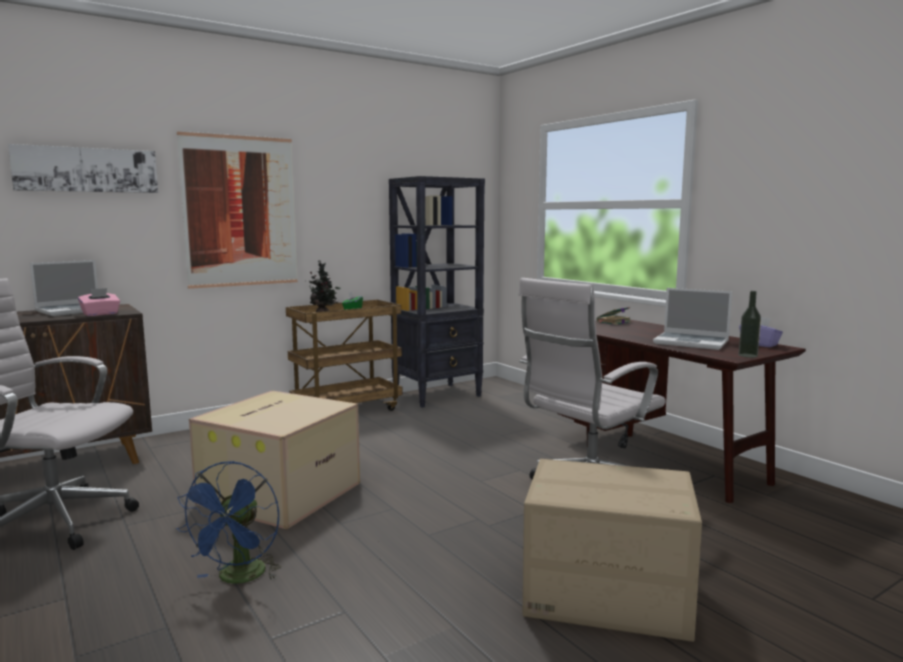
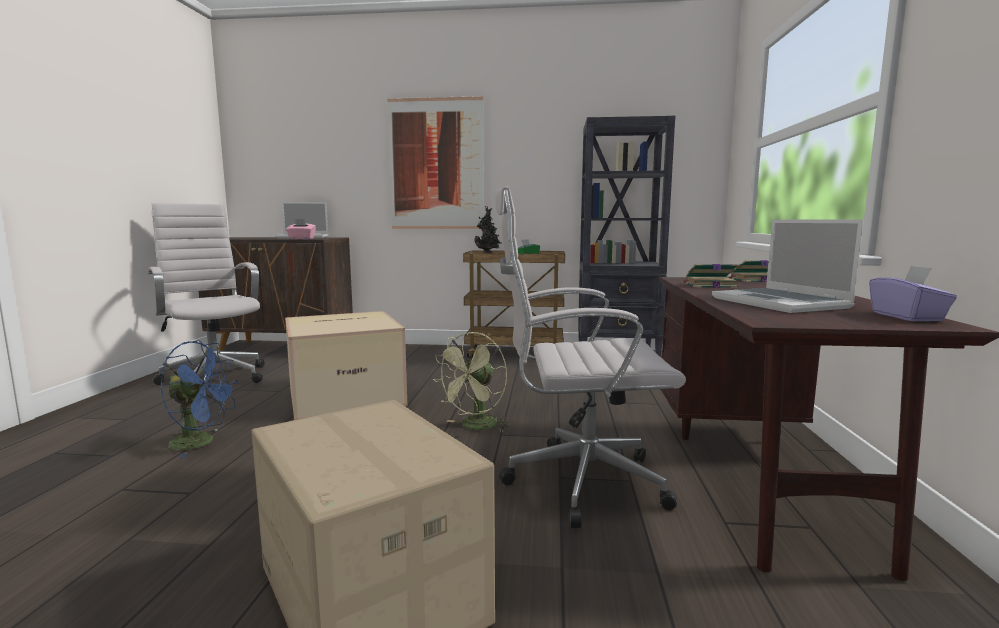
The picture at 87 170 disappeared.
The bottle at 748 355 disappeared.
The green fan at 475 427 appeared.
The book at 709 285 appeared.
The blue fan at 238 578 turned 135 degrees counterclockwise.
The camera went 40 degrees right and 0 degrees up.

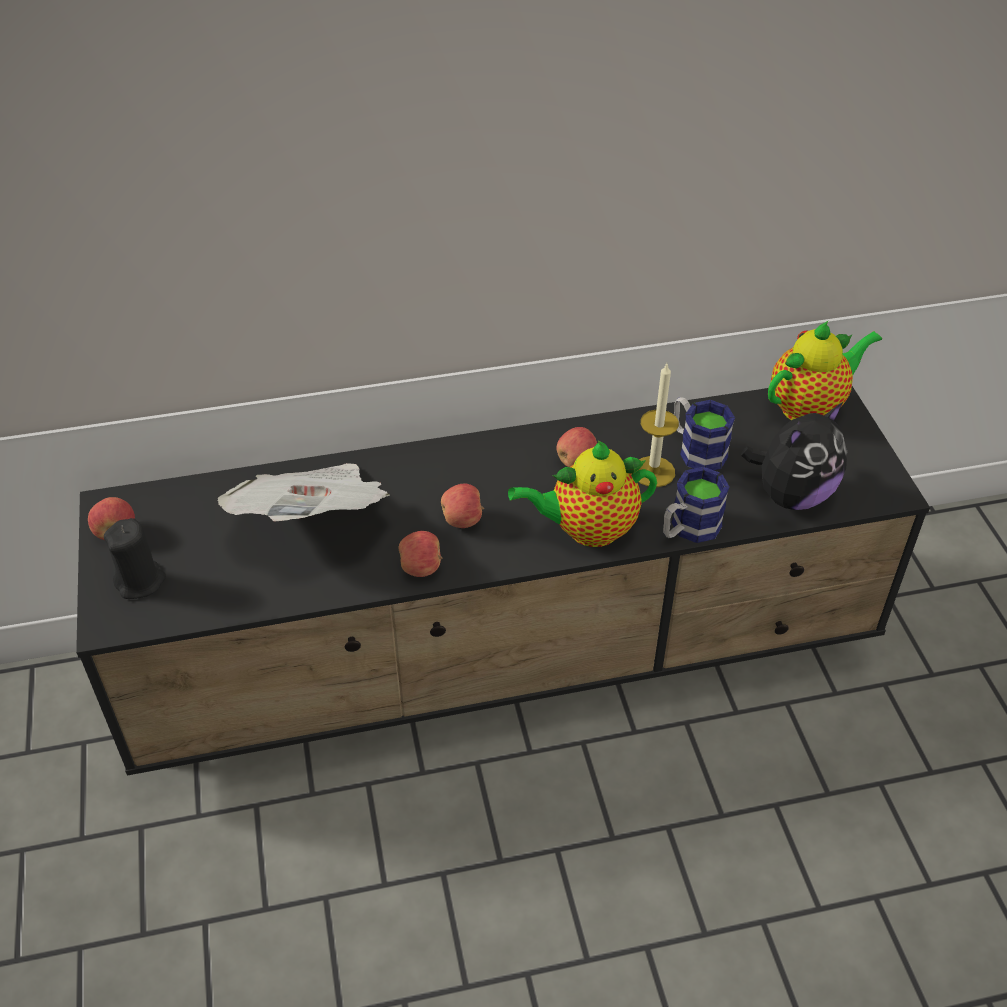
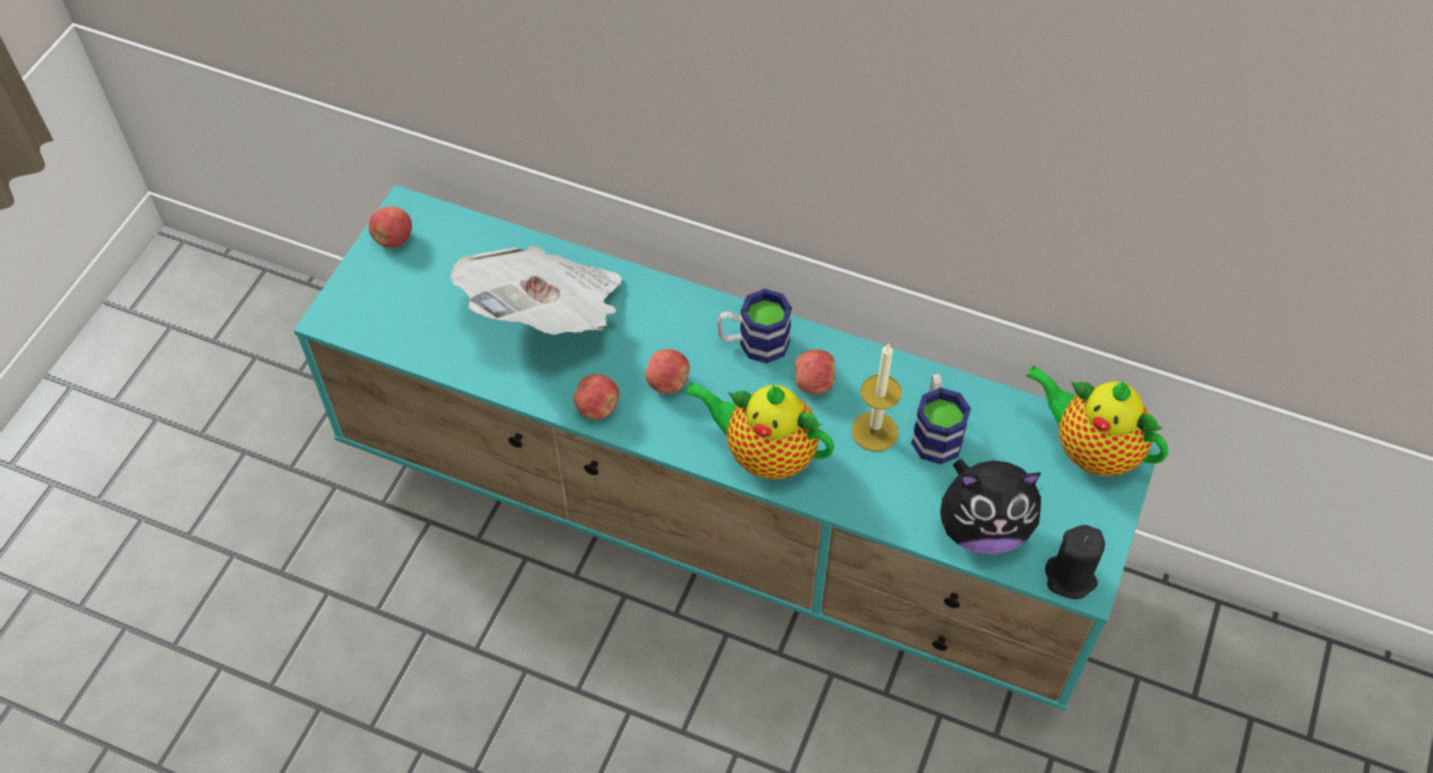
The black candle moved from 140 581 to 1070 577.
The mug moved from 688 529 to 753 343.
The black tv stand at 507 662 became the turquoise tv stand at 720 522.
The teapot at 809 407 turned 150 degrees counterclockwise.
The camera went 35 degrees right and 10 degrees up.

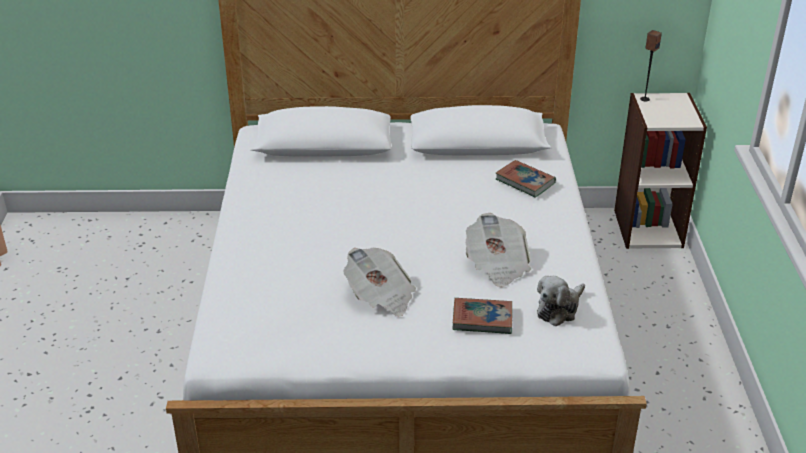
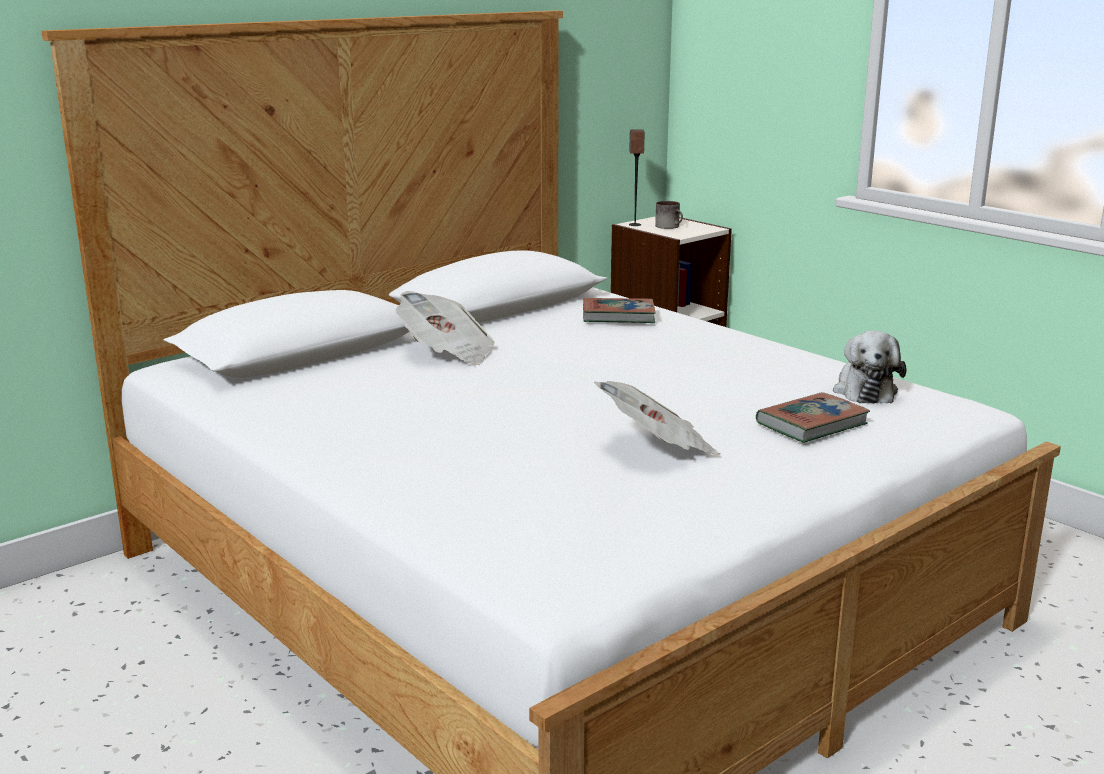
The mug at 670 226 appeared.
The newspaper moved from 497 265 to 447 353.
The camera went 40 degrees left and 15 degrees down.

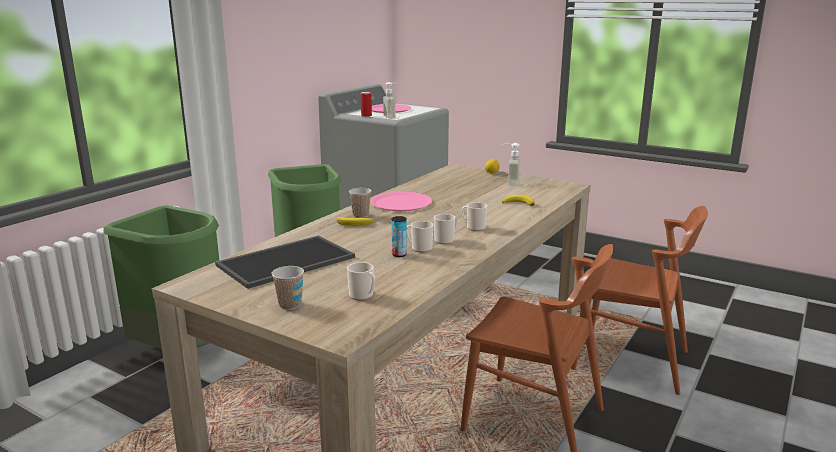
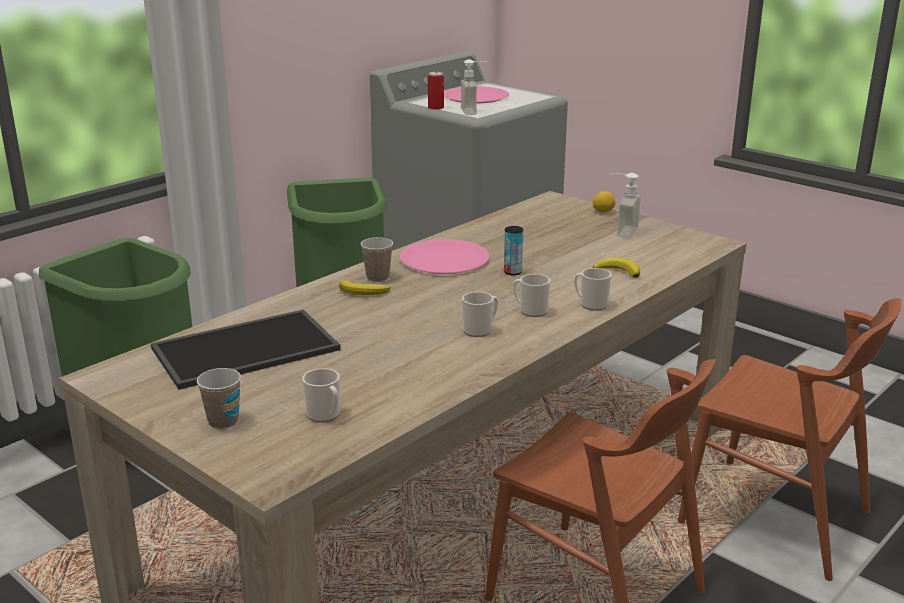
The can moved from 399 254 to 512 272.
The mug moved from 419 248 to 591 304.
The camera went 10 degrees right and 5 degrees up.

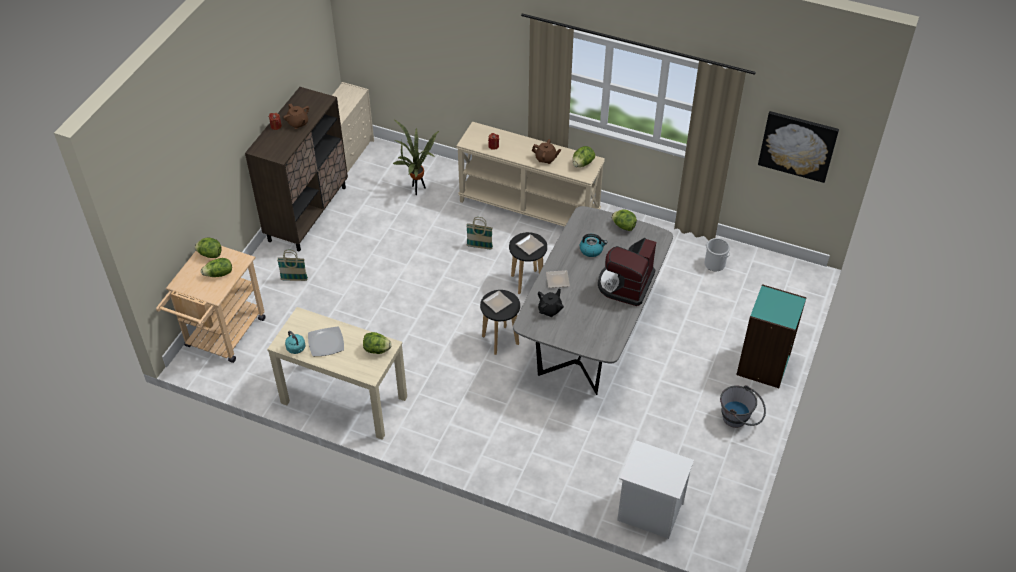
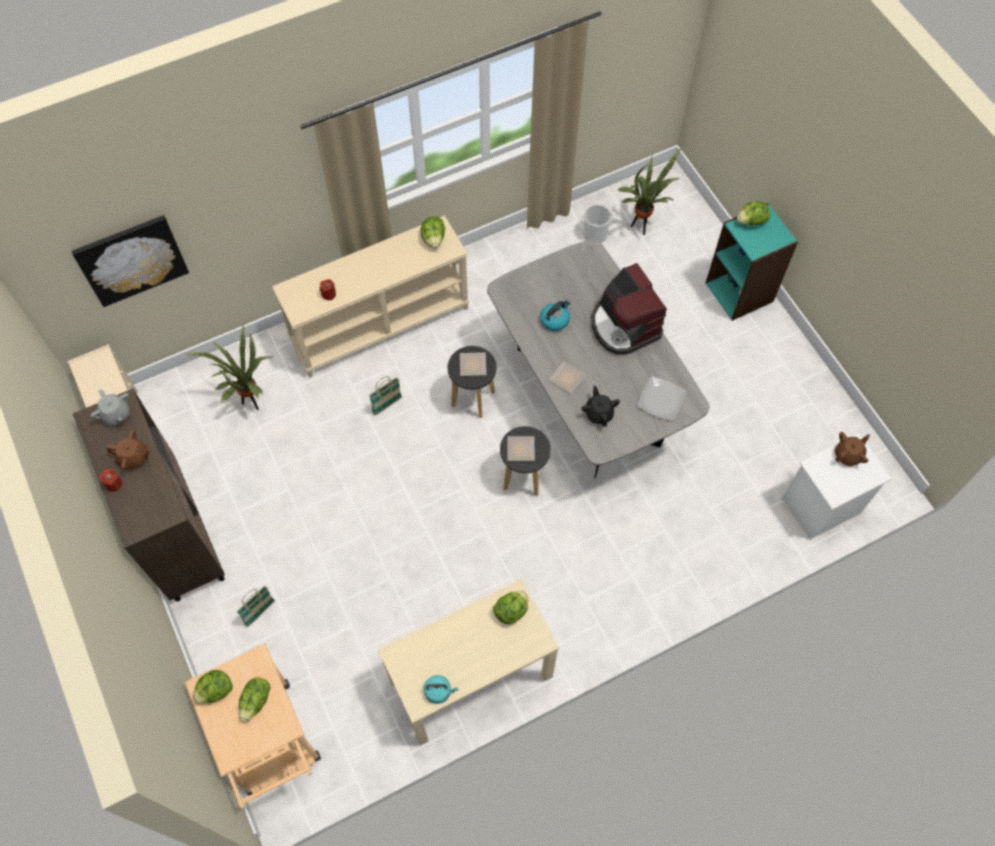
The grey bucket at 739 420 disappeared.
The grey teapot at 116 415 appeared.
The potted plant at 641 227 appeared.
The plate moved from 326 342 to 661 399.
The brown teapot moved from 546 159 to 848 455.
The lettuce moved from 623 226 to 751 221.
The picture moved from 798 145 to 131 259.
The camera went 50 degrees left and 15 degrees up.

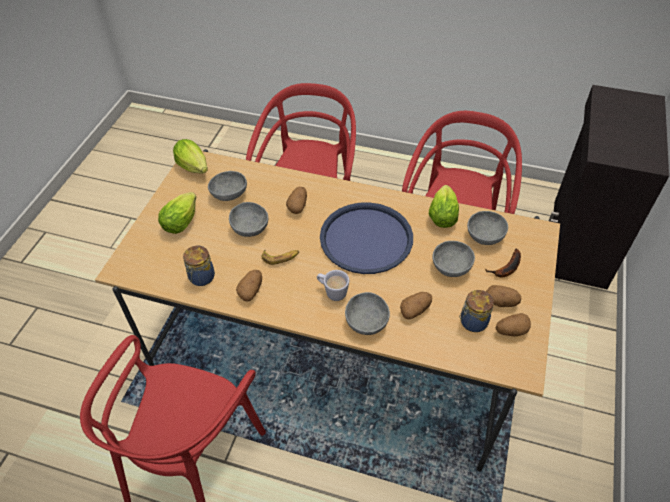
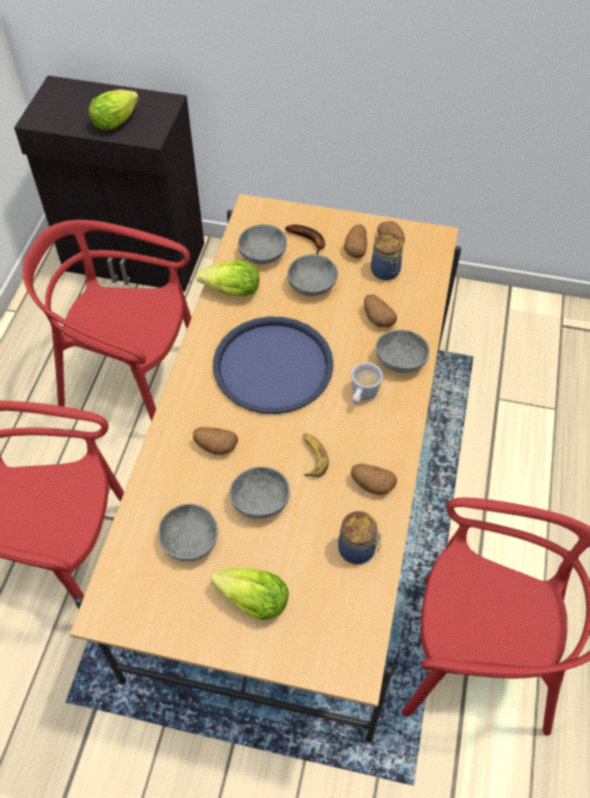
The lettuce moved from 195 168 to 117 120.
The camera went 95 degrees left and 5 degrees up.

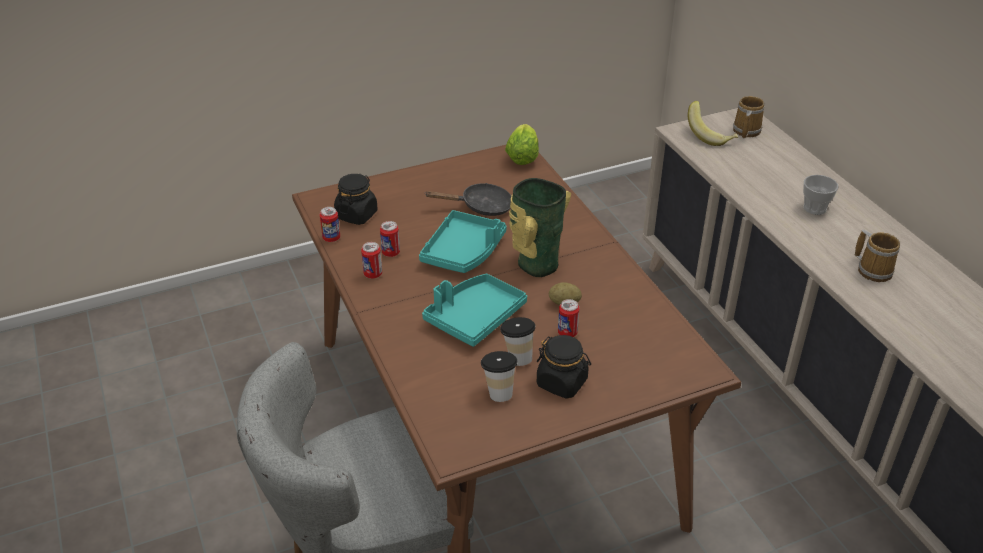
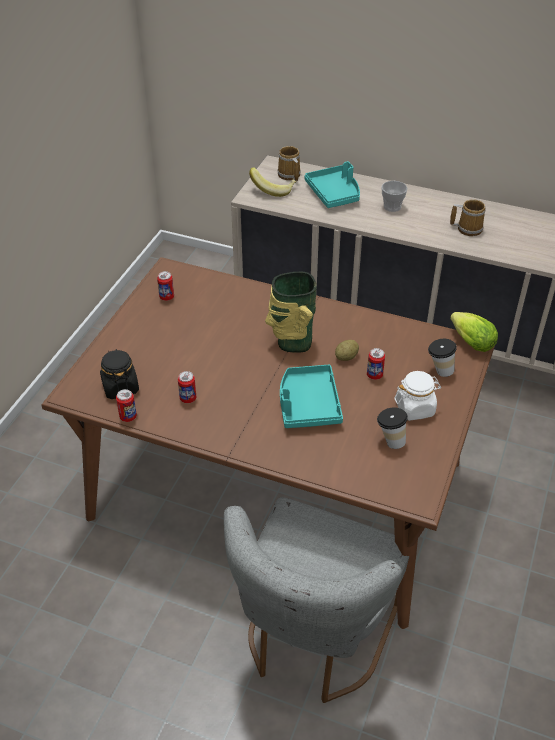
The black frying pan at 481 207 disappeared.
The can moved from 373 274 to 166 297.
The turquoise tray moved from 464 252 to 334 194.
The cup moved from 517 357 to 439 371.
The lettuce moved from 523 156 to 469 341.
The black jar at 562 382 became the white jar at 415 408.
The camera went 45 degrees left and 5 degrees up.

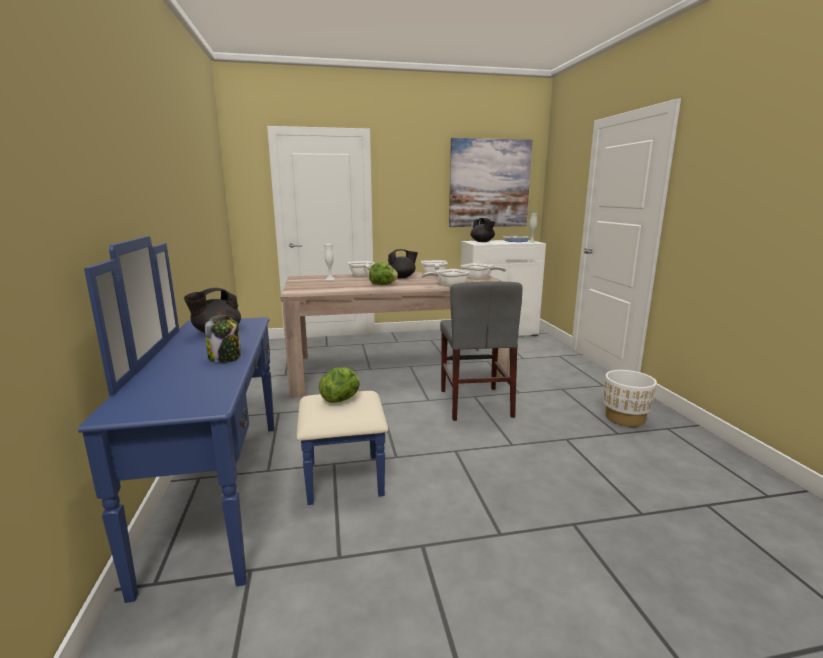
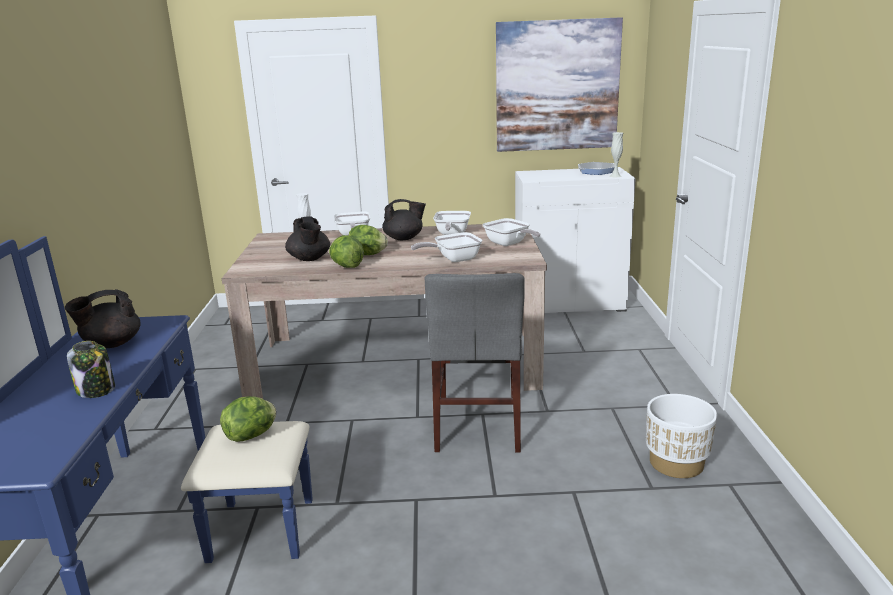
The lettuce at 346 266 appeared.
The black teapot moved from 482 242 to 309 259.
The camera went 10 degrees right and 5 degrees up.

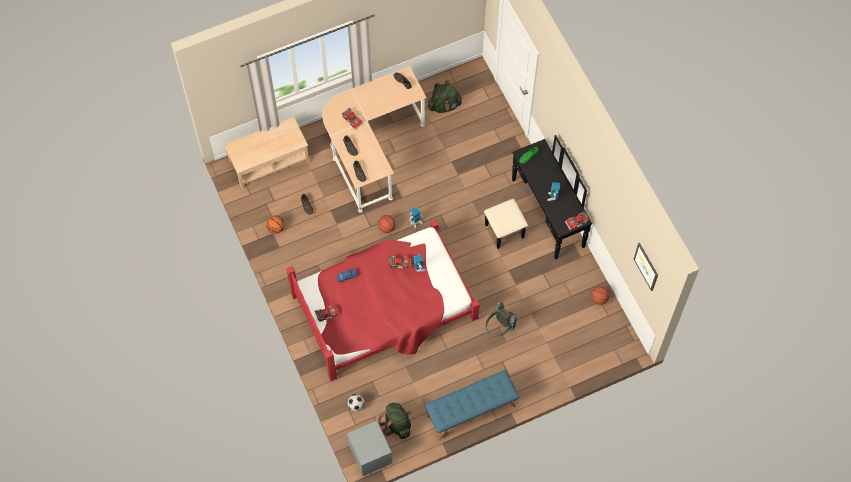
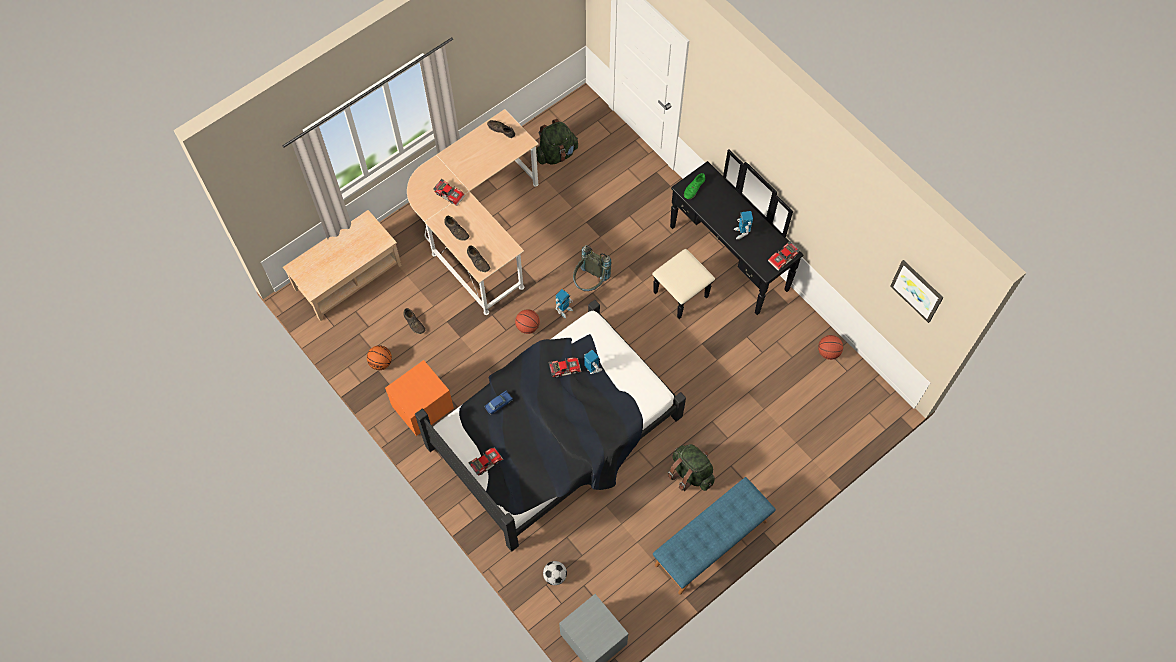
The orange nightstand at 422 407 appeared.
The green backpack moved from 396 424 to 690 473.
The grey backpack moved from 498 329 to 590 282.
The red bed at 385 308 became the black bed at 556 433.
The camera went 15 degrees left and 0 degrees up.

